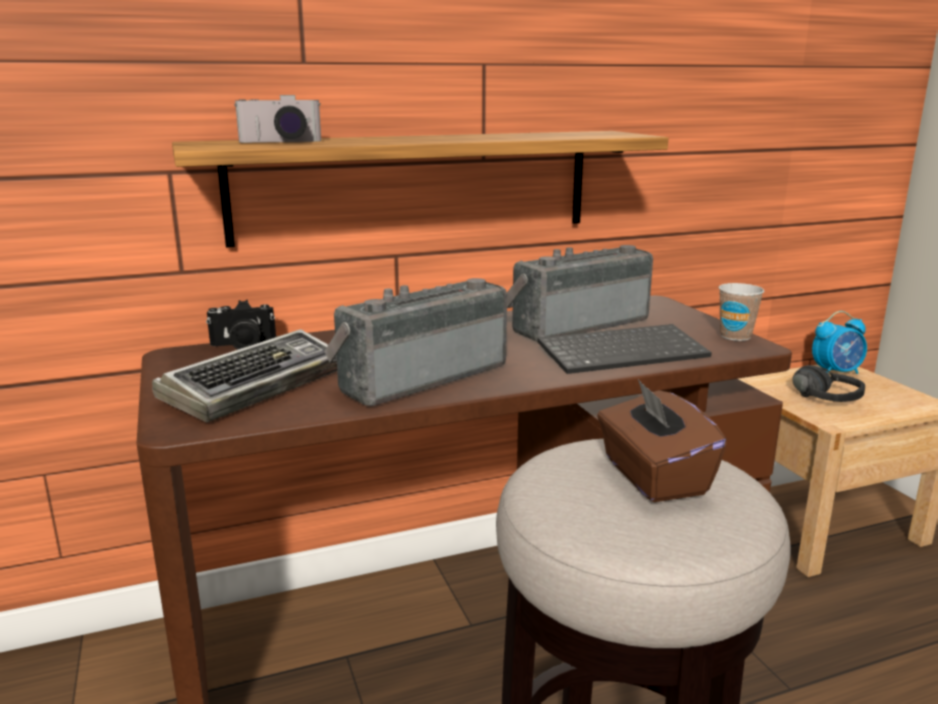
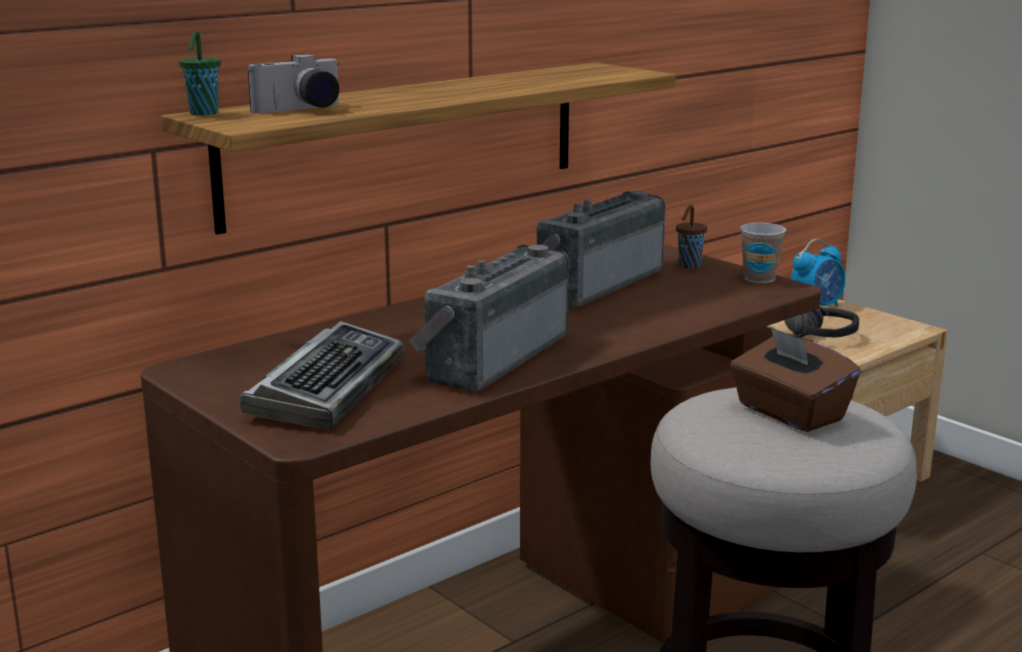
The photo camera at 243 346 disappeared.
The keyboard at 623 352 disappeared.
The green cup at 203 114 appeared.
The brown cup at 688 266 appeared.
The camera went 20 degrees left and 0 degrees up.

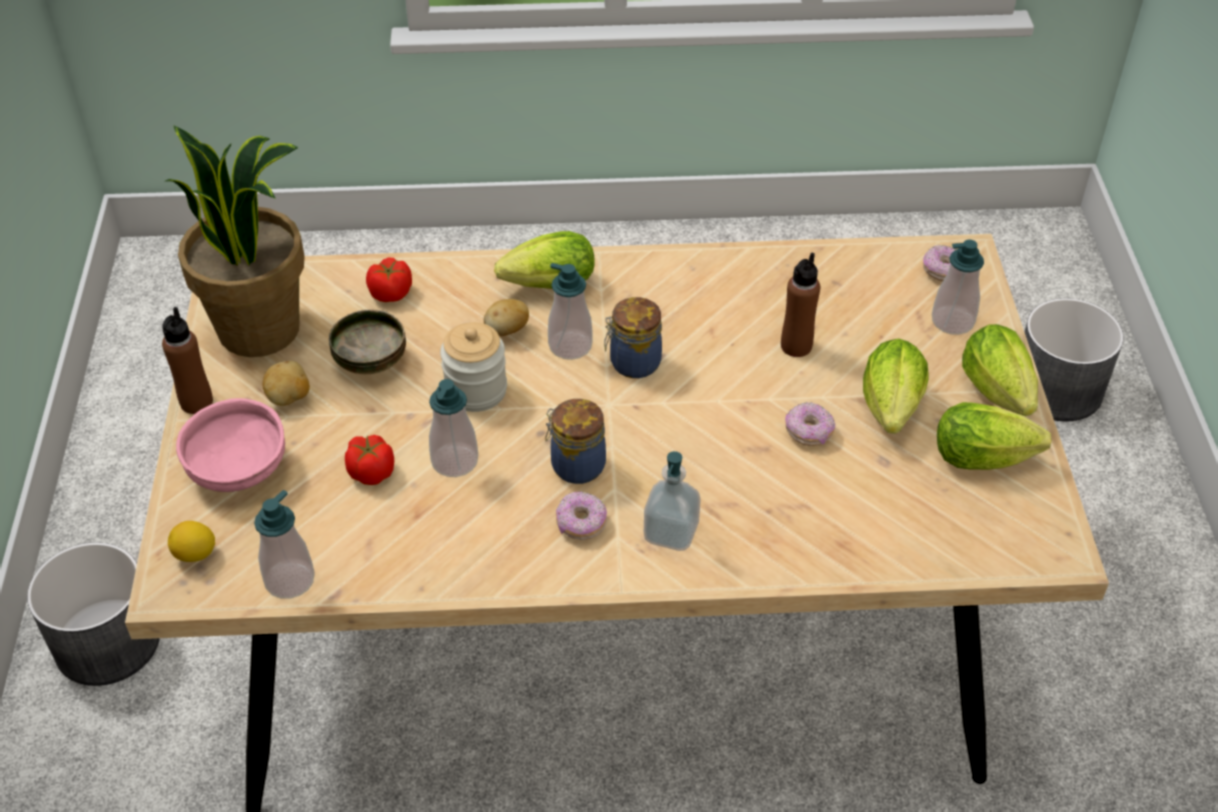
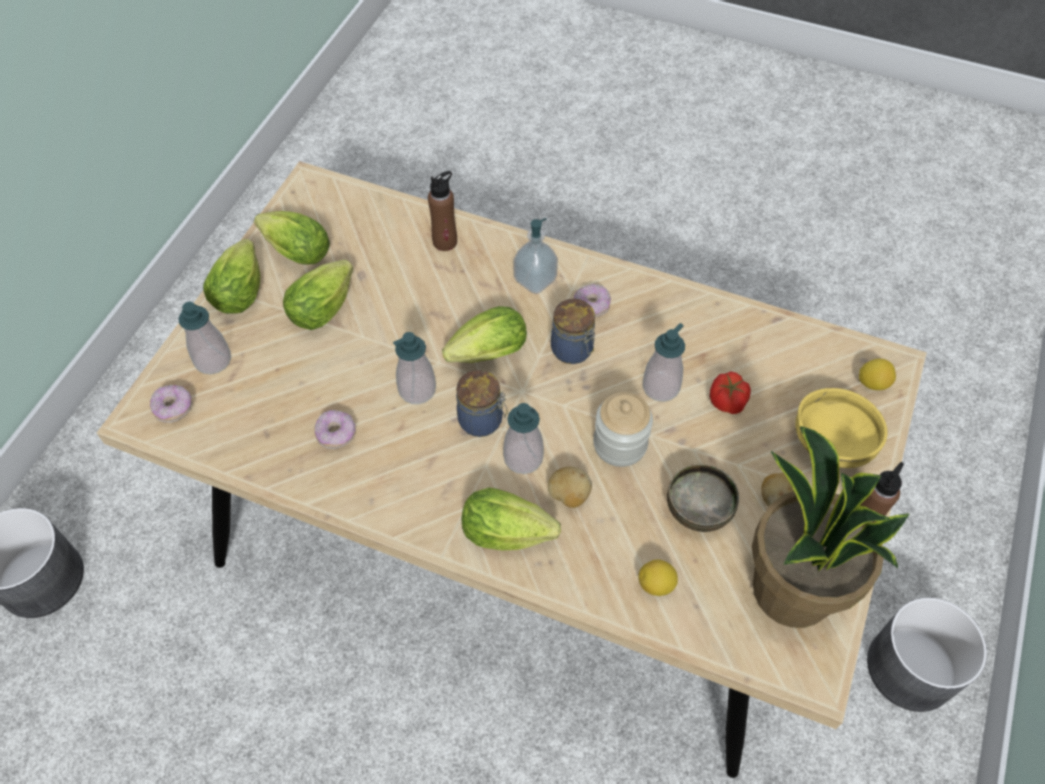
The lettuce at 484 355 appeared.
The soap dispenser moved from 289 580 to 417 389.
The brown bottle moved from 796 346 to 445 241.
The donut moved from 809 432 to 336 434.
The tomato at 391 293 was replaced by the lemon at 656 584.
The pink bowl at 237 470 became the yellow bowl at 832 442.
The camera went 155 degrees left and 10 degrees up.

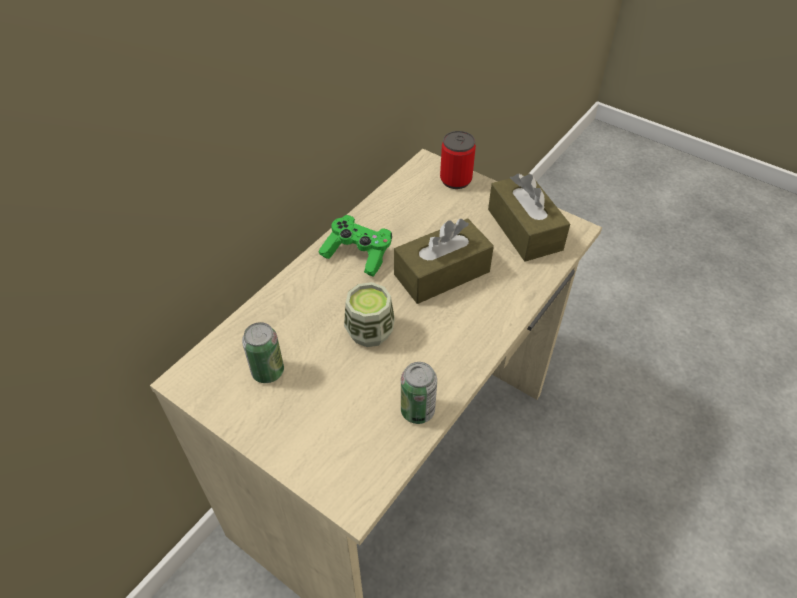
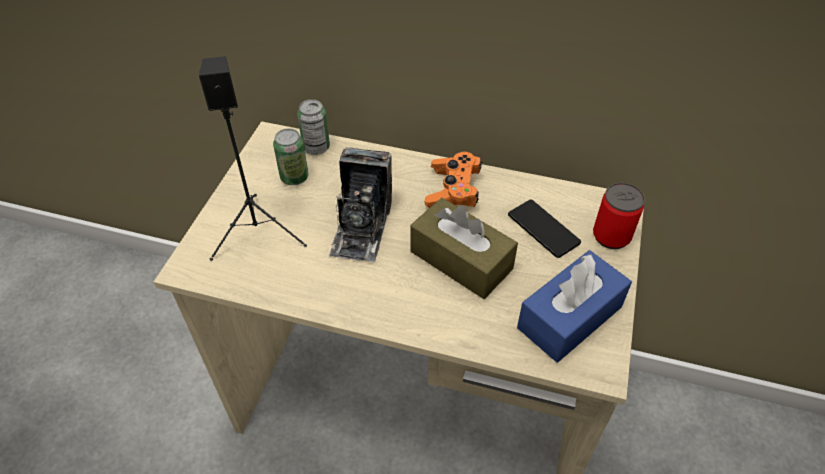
The black speaker at 258 232 appeared.
The phone at 543 229 appeared.
The can moved from 417 411 to 316 147.
The cup at 370 332 was replaced by the photo camera at 361 227.
The green game controller at 358 254 became the orange game controller at 453 191.
The brown tissue box at 524 229 became the blue tissue box at 569 317.
The camera went 70 degrees right and 0 degrees up.

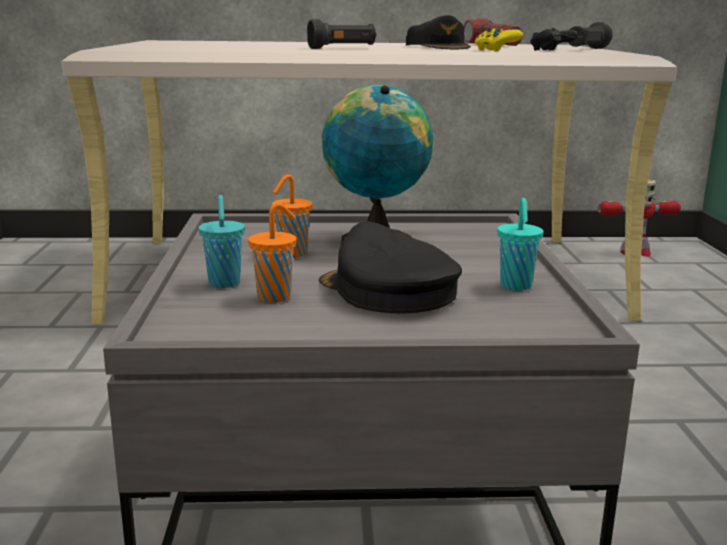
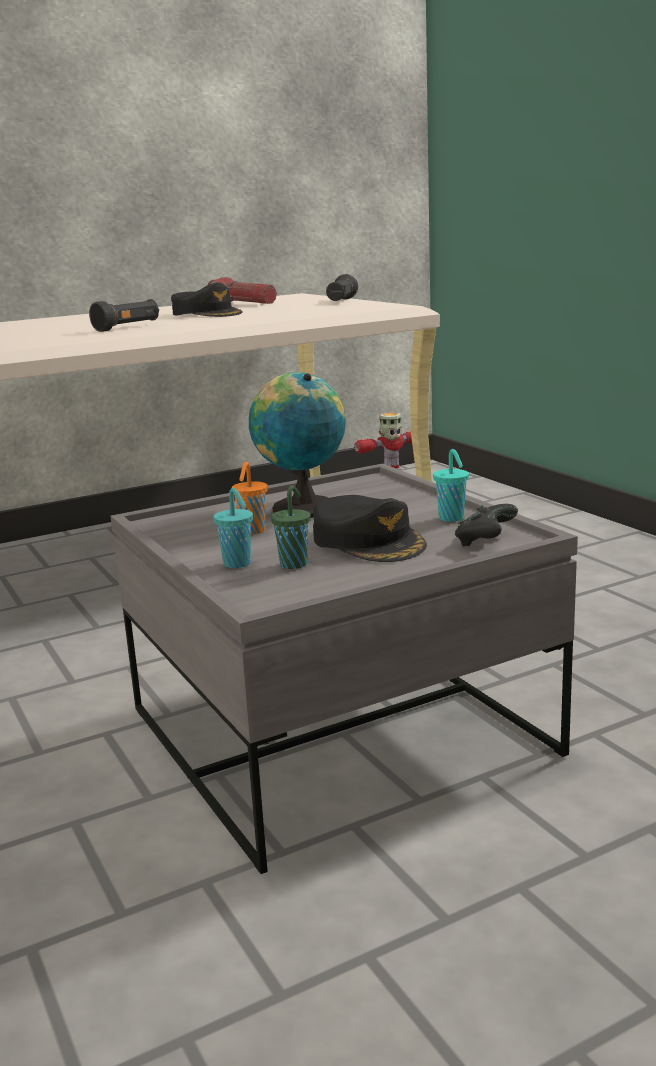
The yellow game controller at 495 51 disappeared.
The black game controller moved from 551 51 to 485 541.
The orange cup at 276 297 became the green cup at 294 564.
The black cap at 387 291 turned 150 degrees counterclockwise.
The camera went 25 degrees left and 0 degrees up.

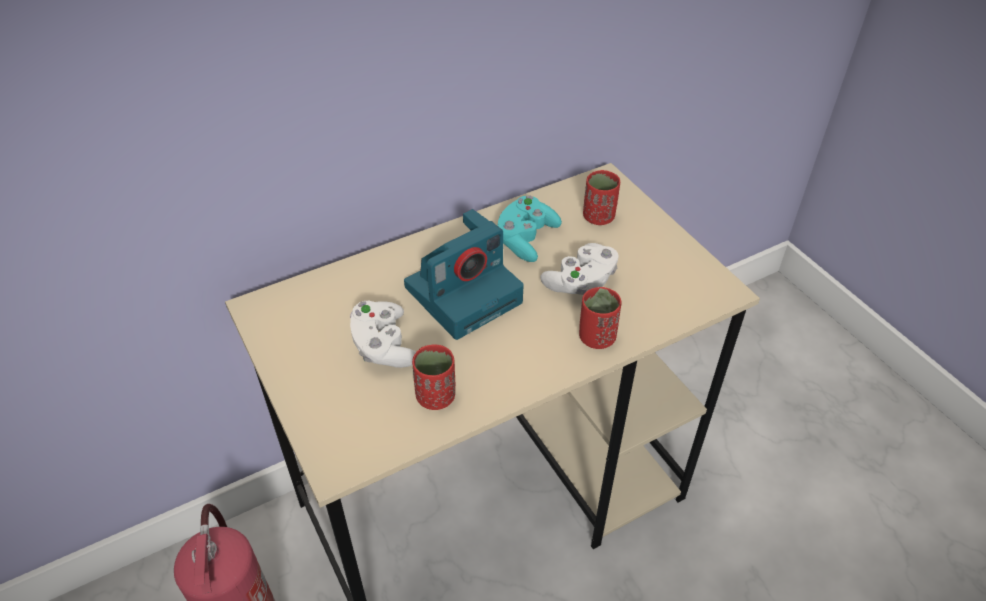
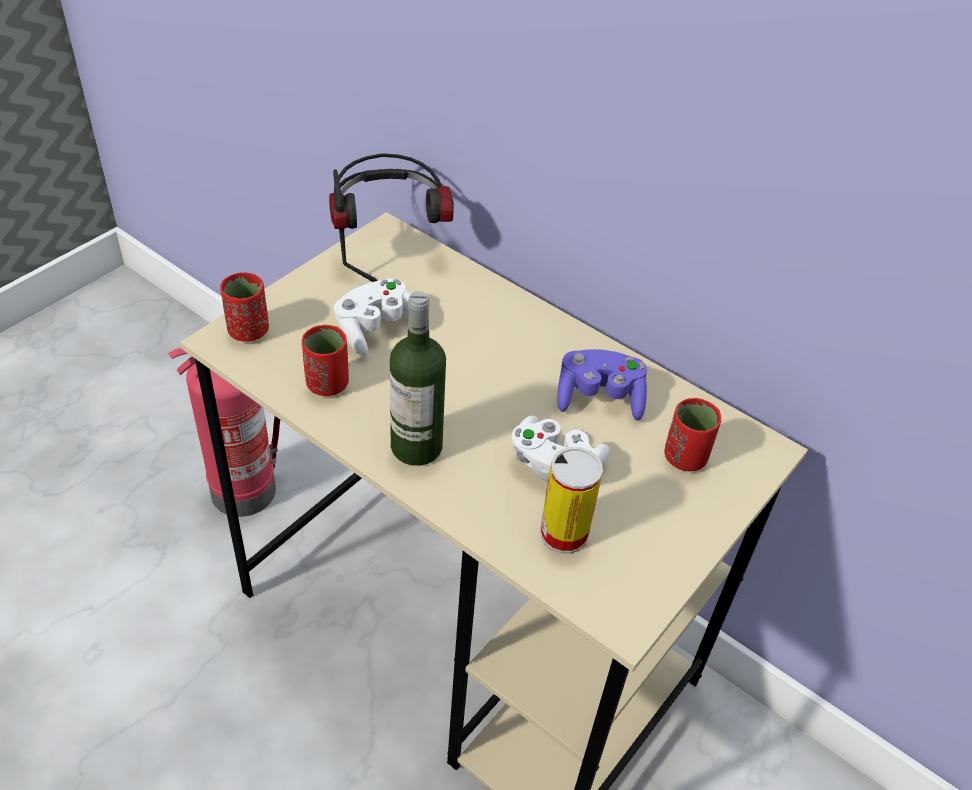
The photo camera at 464 293 disappeared.
The headphones at 389 247 appeared.
The bottle at 416 447 appeared.
The can at 564 533 appeared.
The red cup moved from 596 337 to 248 331.
The turquoise game controller at 526 239 became the purple game controller at 599 398.
The camera went 65 degrees right and 0 degrees up.

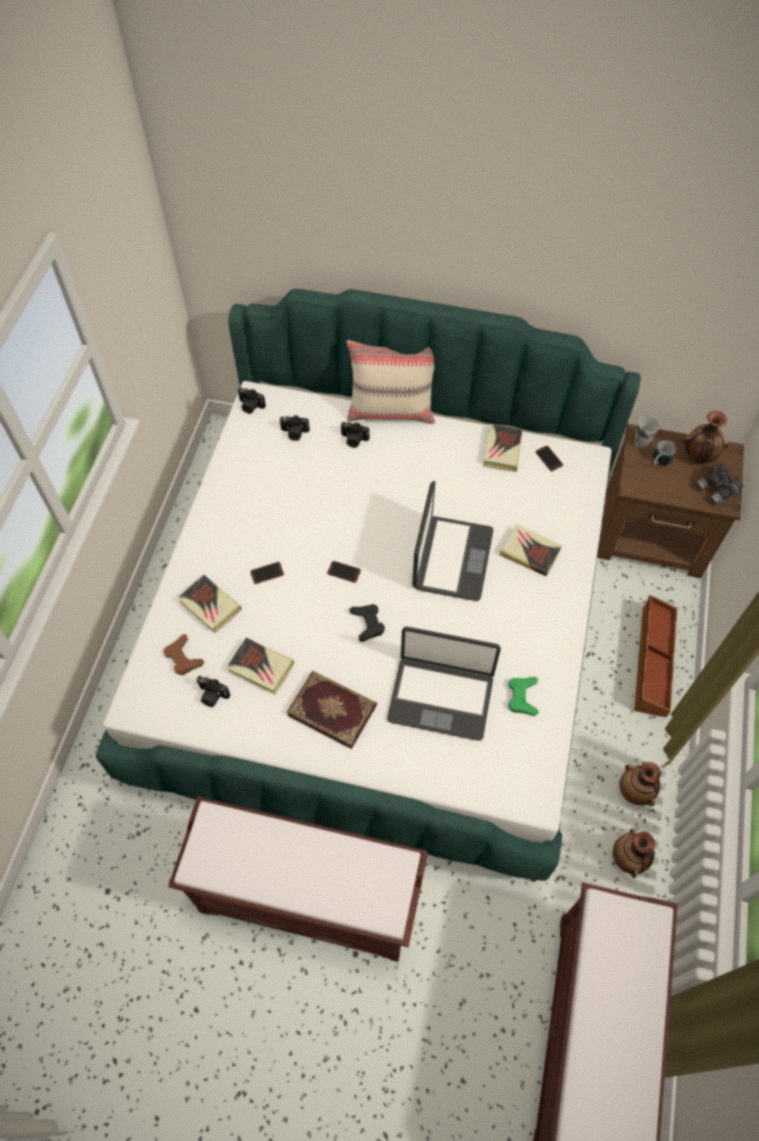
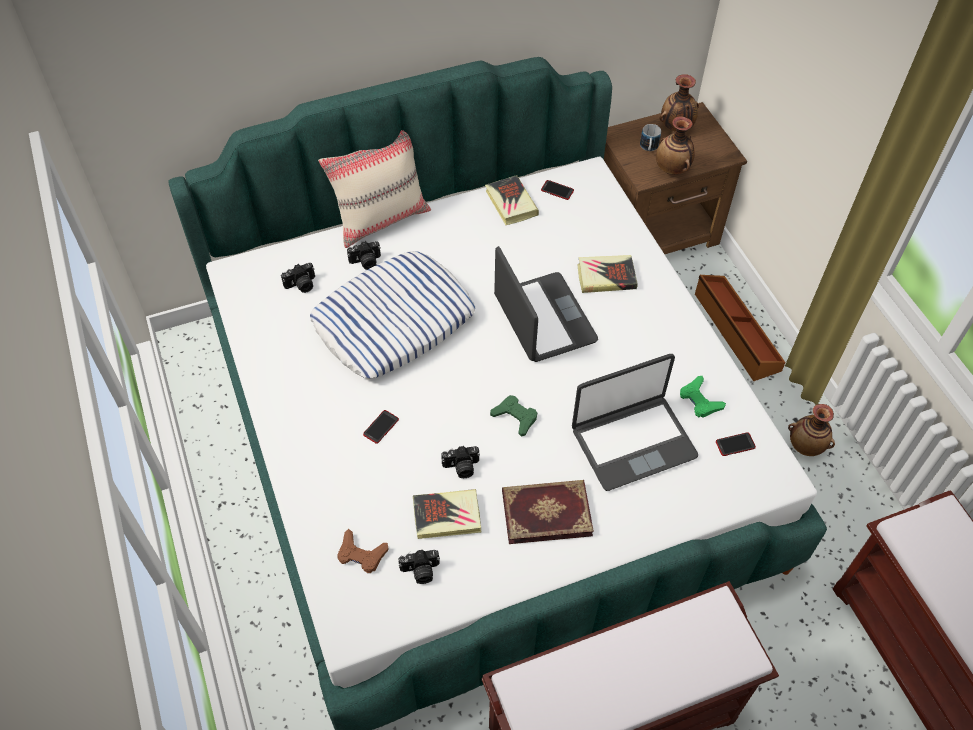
The book at 210 606 disappeared.
The cup at 641 442 disappeared.
The grey binoculars at 716 489 disappeared.
The pillow at 394 320 appeared.
The photo camera moved from 250 406 to 461 467.
The phone moved from 344 572 to 735 444.
The vase moved from 629 858 to 672 169.
The black game controller at 367 623 became the green game controller at 515 417.
The camera went 35 degrees left and 5 degrees down.

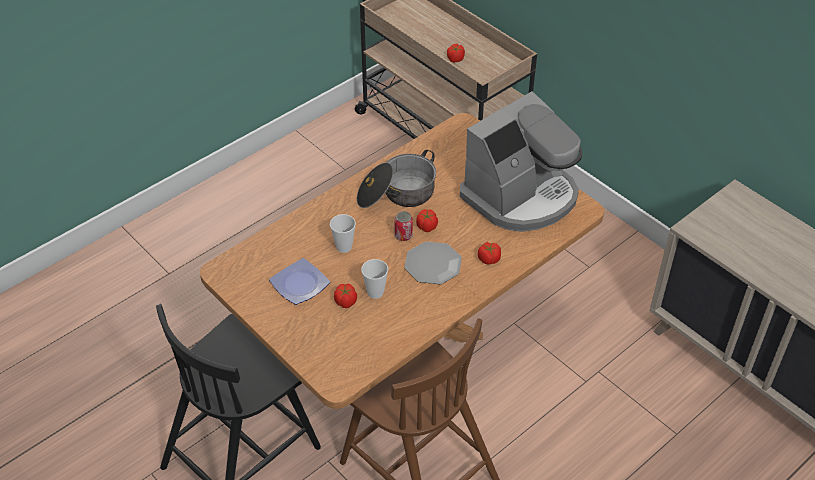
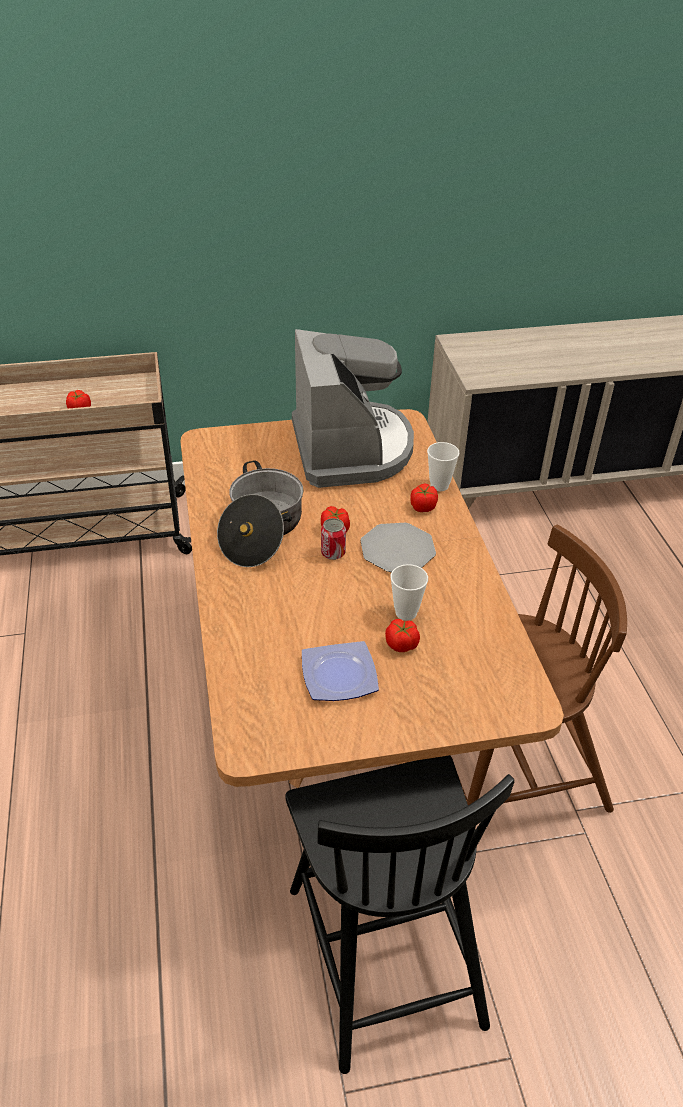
The cup moved from 344 247 to 439 485.
The camera went 60 degrees left and 5 degrees down.

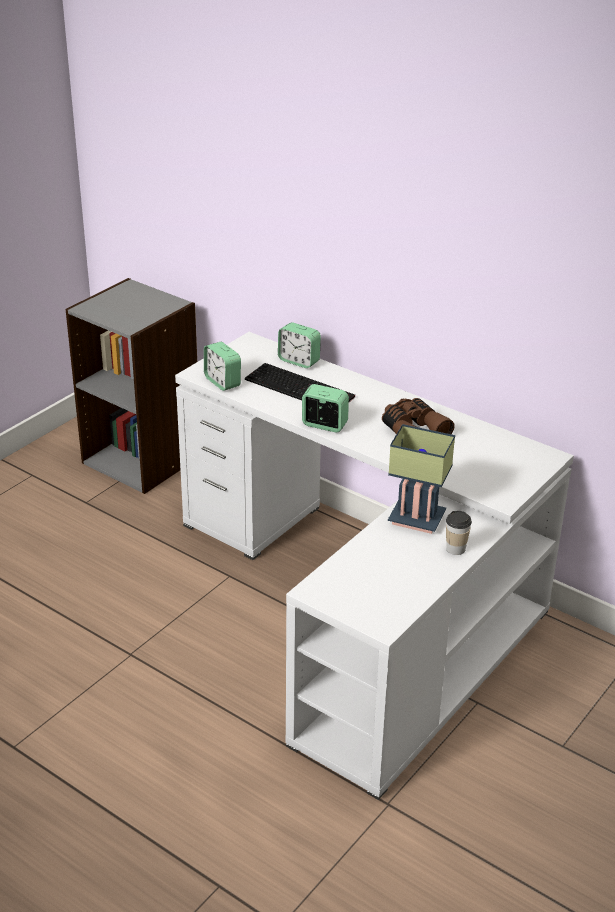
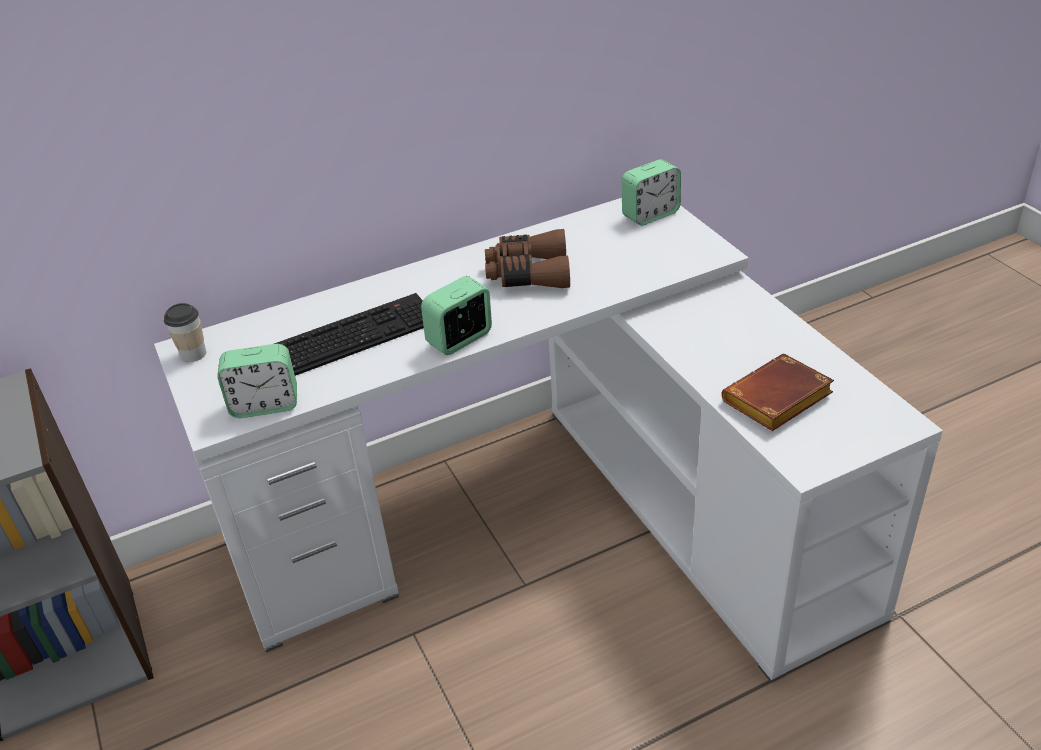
The table lamp at 413 520 disappeared.
The brown book at 777 401 appeared.
The alarm clock moved from 299 361 to 650 214.
The cup moved from 455 549 to 193 354.
The camera went 60 degrees left and 5 degrees up.

